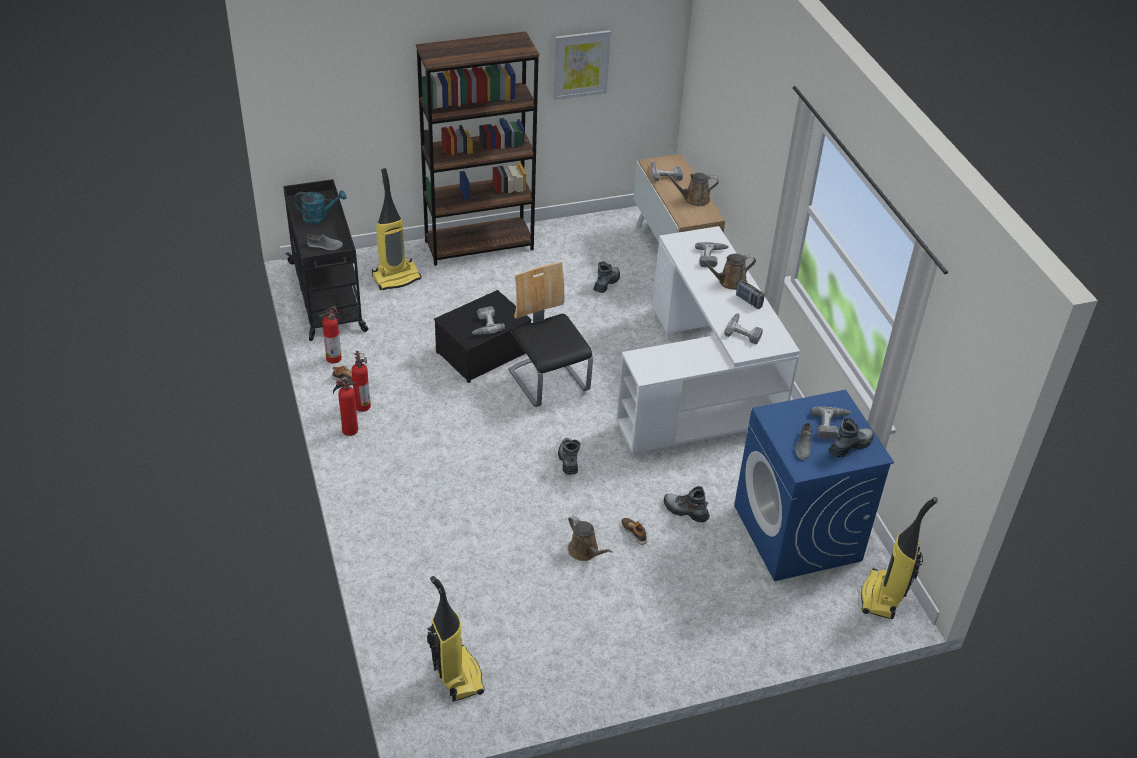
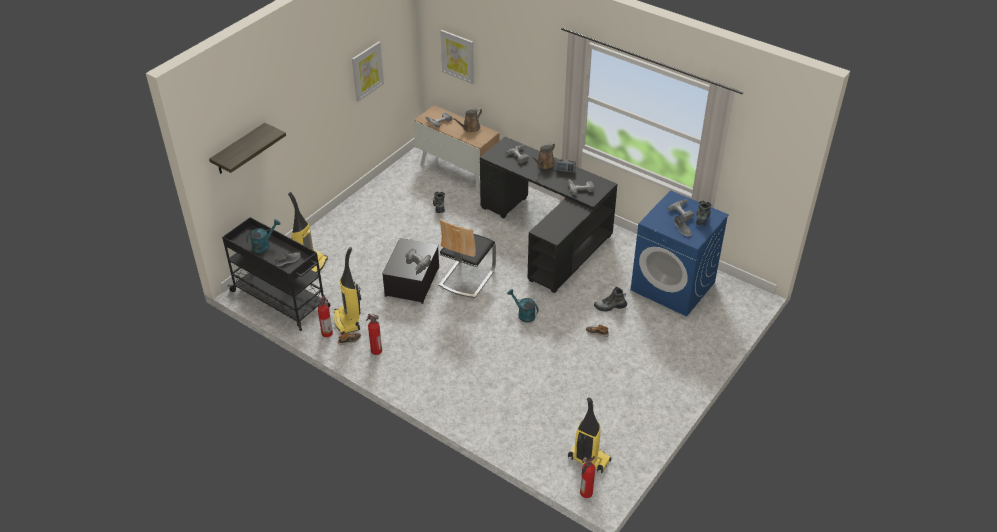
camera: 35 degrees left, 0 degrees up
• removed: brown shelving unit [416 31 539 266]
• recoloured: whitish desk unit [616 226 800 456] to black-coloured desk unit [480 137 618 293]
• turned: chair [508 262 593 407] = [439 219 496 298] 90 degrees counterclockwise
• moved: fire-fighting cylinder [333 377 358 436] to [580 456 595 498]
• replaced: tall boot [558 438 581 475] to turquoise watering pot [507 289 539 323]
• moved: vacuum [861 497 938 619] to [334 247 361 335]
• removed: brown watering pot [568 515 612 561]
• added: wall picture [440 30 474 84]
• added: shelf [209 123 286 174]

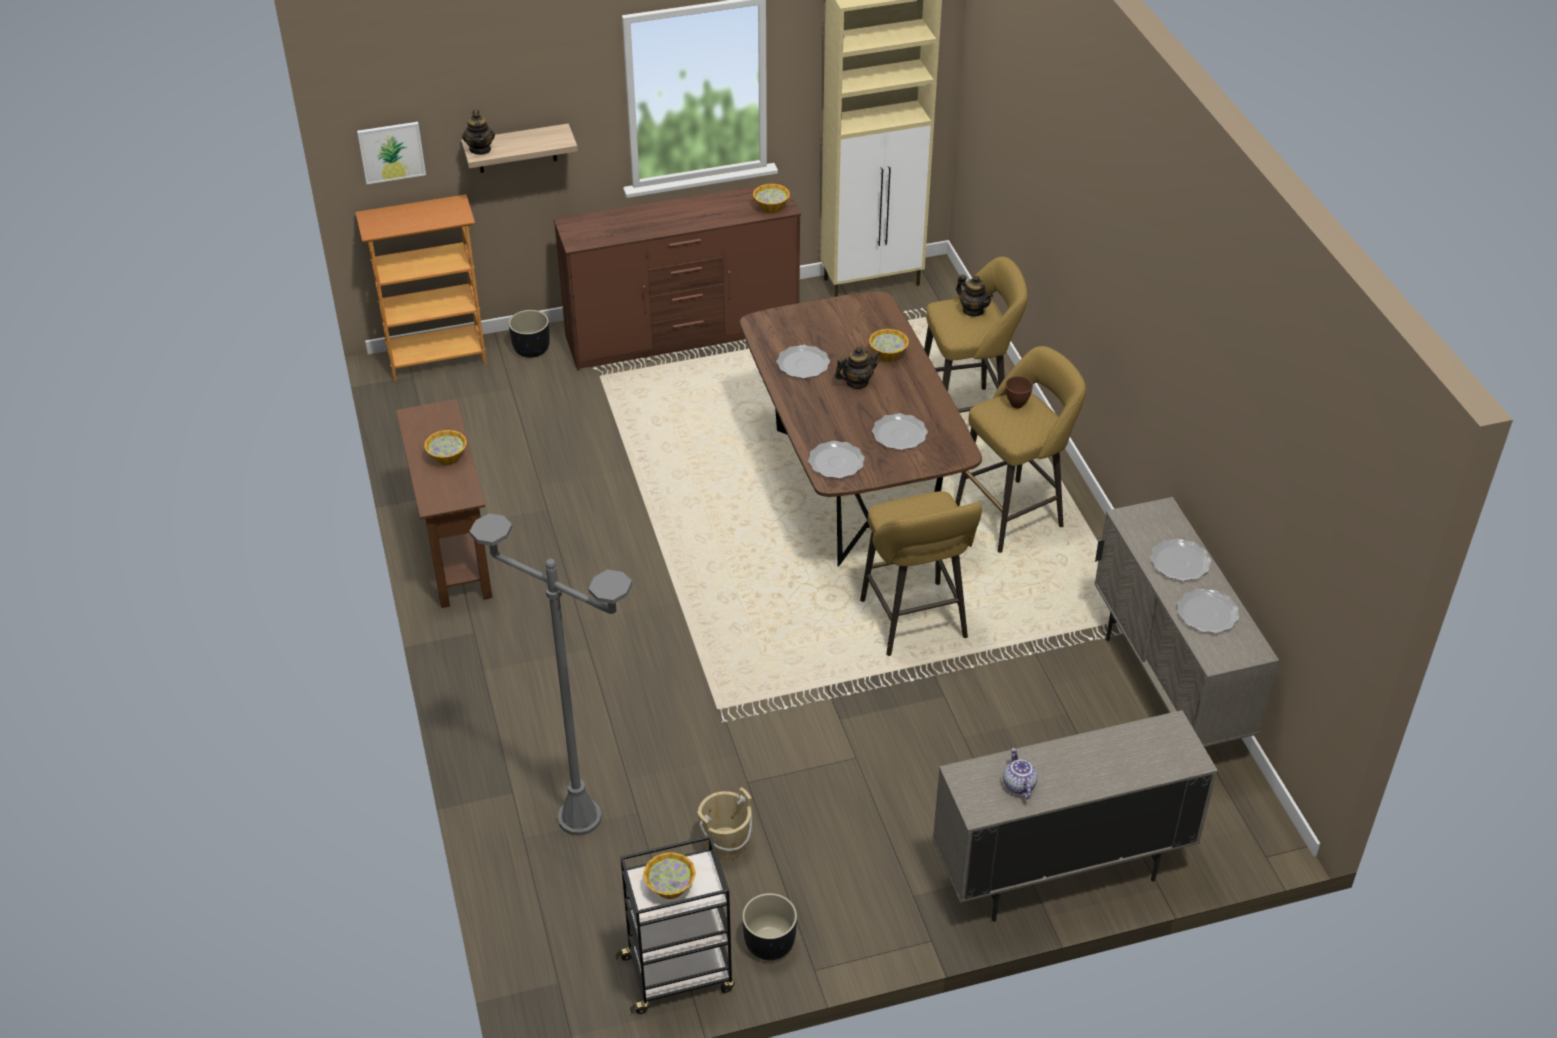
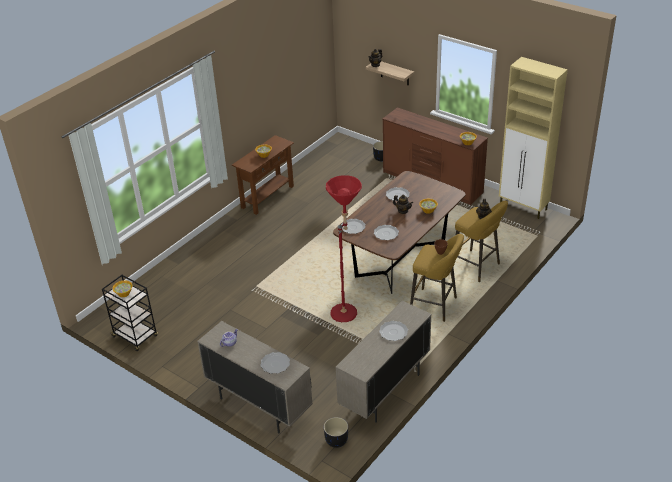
camera: 55 degrees right, 5 degrees down
• removed: wall picture [357 122 426 184]
• removed: shelving unit [356 195 487 381]
• replaced: yellow-coloured stool seat [860 491 982 656] to reddish standing lamp [326 175 362 322]
• removed: greyish standing lamp [469 513 632 836]
• moved: dinner plate [1177 589 1239 633] to [260 352 290 374]
• removed: sand-coloured bucket [697 787 752 860]
• moved: black-coloured flower pot [742 893 797 960] to [324 417 348 448]

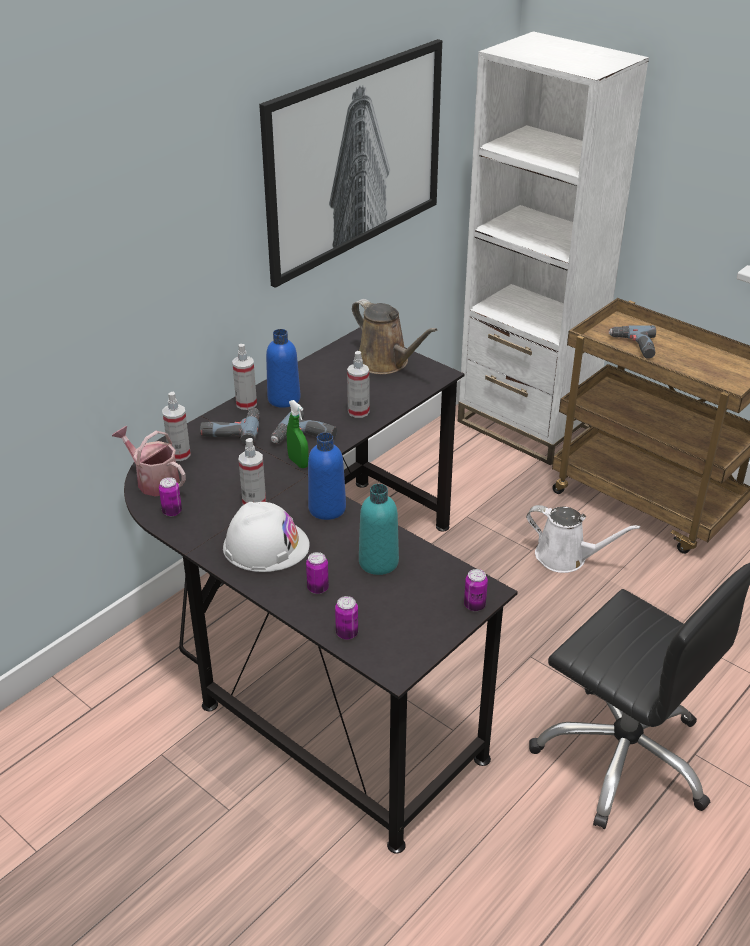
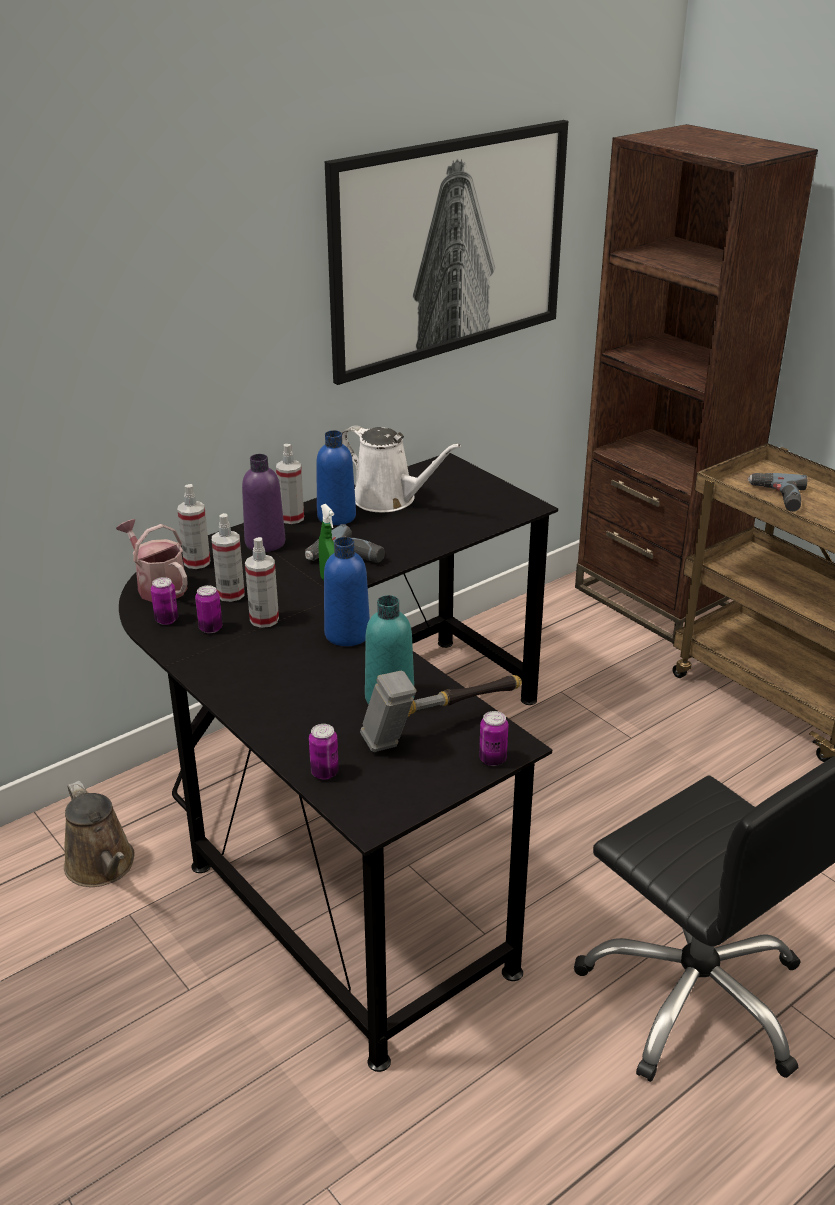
camera: 10 degrees right, 5 degrees down
• recoloured: whitish shelving unit [458 31 649 465] to brown shelving unit [575 124 818 644]
• moved: brown watering pot [352 299 438 374] to [64 781 135 887]
• moved: sprayer [347 351 369 418] to [212 513 245 602]
• replaced: electric drill [200 408 260 445] to purplish bottle [242 454 285 552]
• removed: whitish safety helmet [223 502 310 572]
• moved: whitish watering pot [526 505 640 573] to [342 425 461 513]
• moved: can [306 552 329 594] to [195 585 222 633]
• added: hand hammer [360 670 522 752]

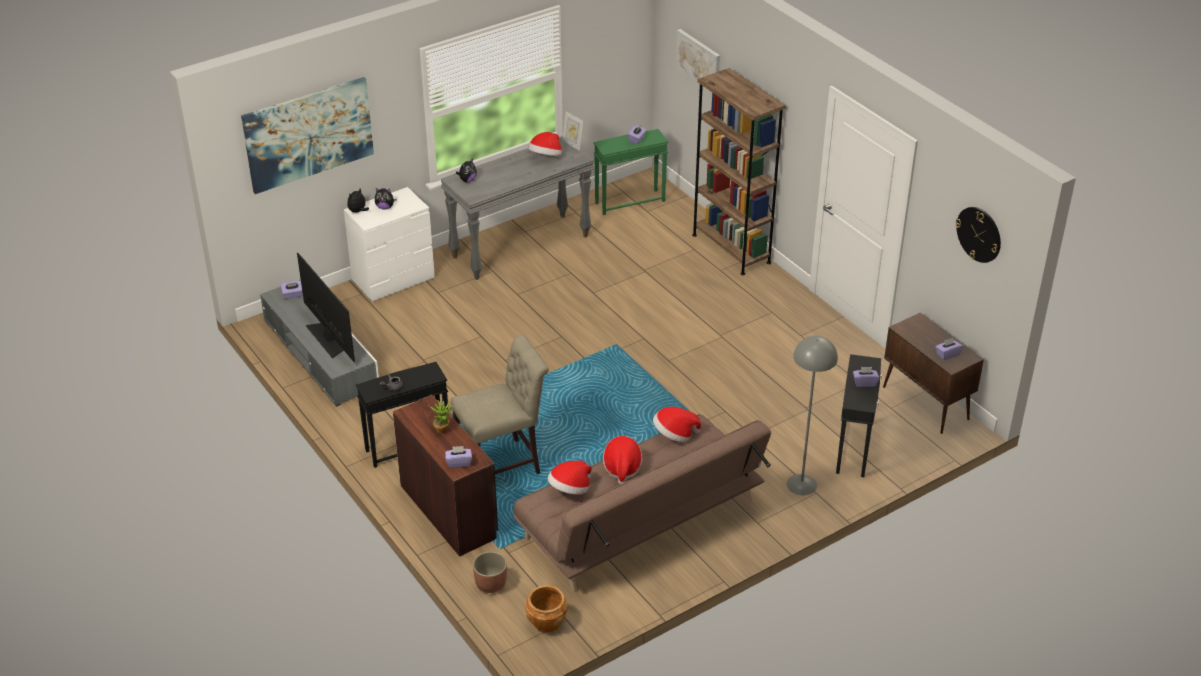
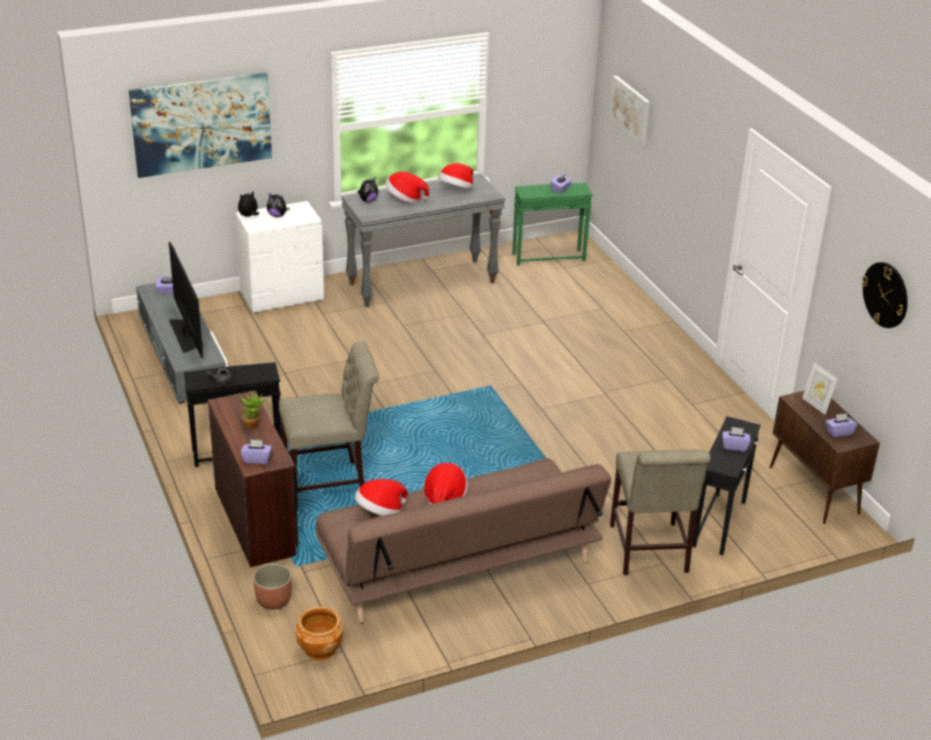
camera: 10 degrees right, 5 degrees down
• removed: brown shelving unit [692 68 786 275]
• moved: photo frame [562 111 583 151] to [802 363 837 415]
• replaced: greyish standing lamp [787 336 838 495] to sand-coloured chair [610 450 711 575]
• moved: clothing hat [653 407 701 442] to [385 172 429 204]

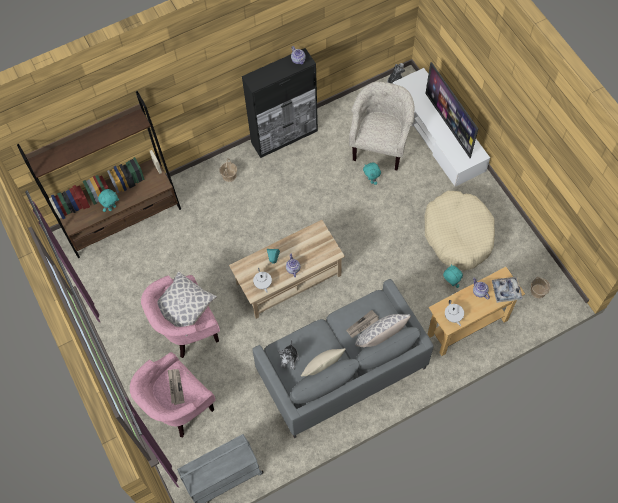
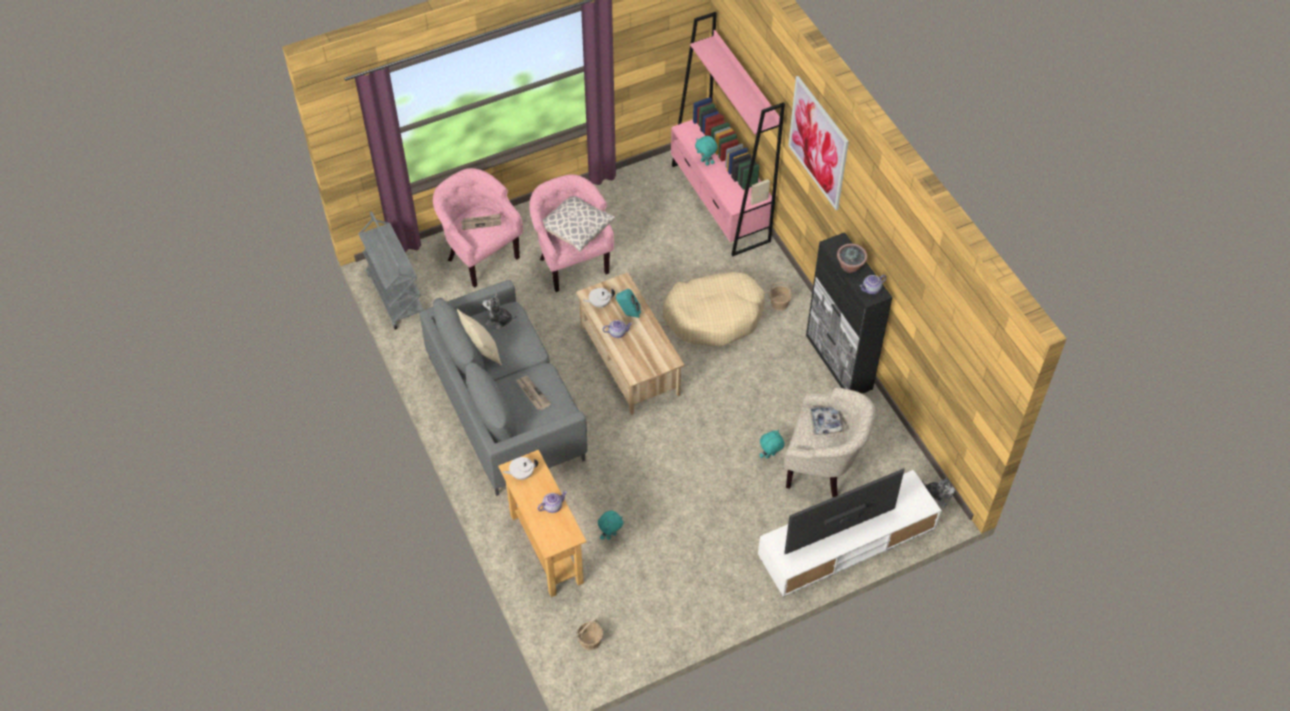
camera: 90 degrees right, 10 degrees down
• recoloured: brown shelving unit [17 91 181 258] to pinkish shelving unit [671 12 785 257]
• moved: sand-coloured dog cushion [424 191 495 271] to [663 272 765 347]
• moved: tray [492 277 523 303] to [809 406 844 435]
• removed: cushion [355 314 411 347]
• added: wall picture [788 76 849 210]
• added: plant in a pot [837 243 867 273]

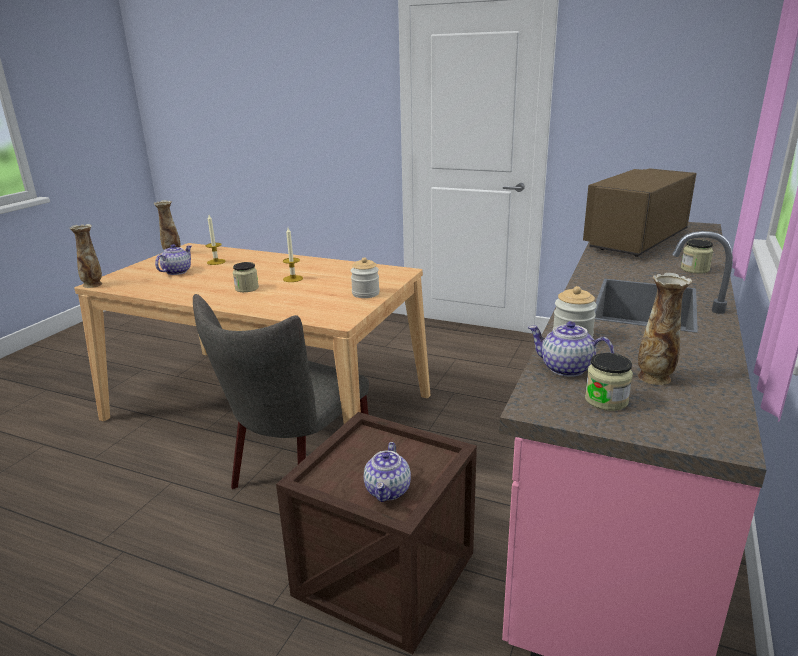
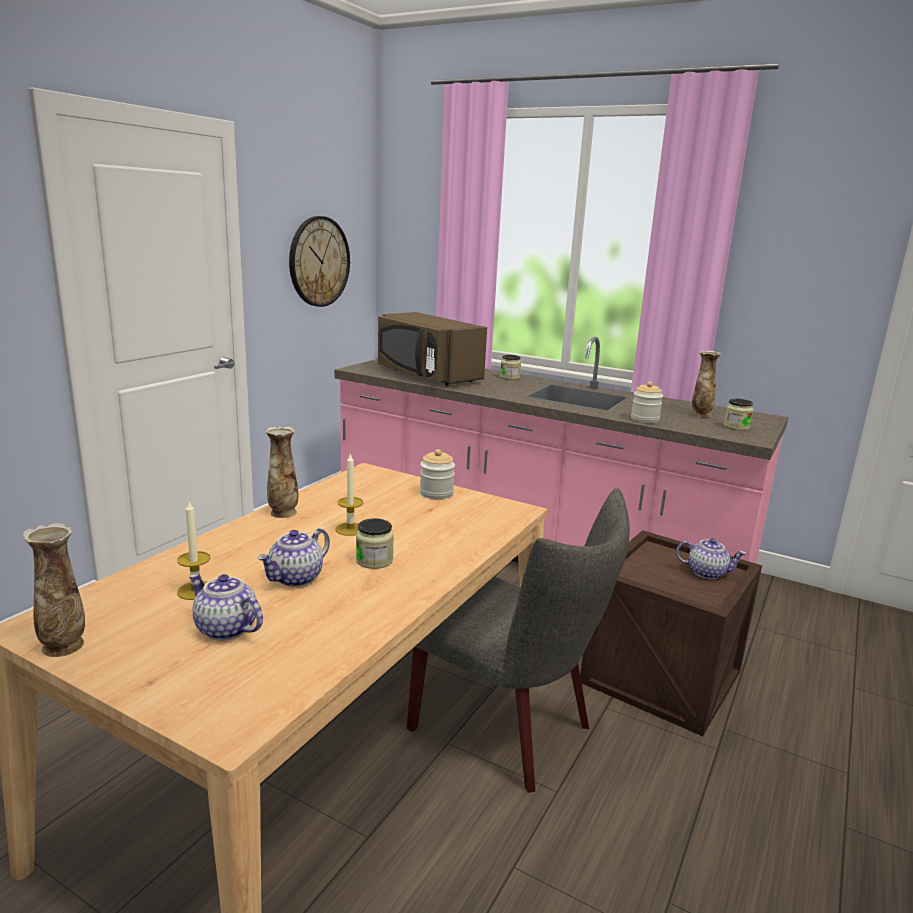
camera: 85 degrees left, 5 degrees down
• moved: flower vase [70 224 102 288] to [265 427 298 518]
• moved: pot for tea [528 321 614 377] to [257 528 330 587]
• added: hanging clock [289 216 350 307]

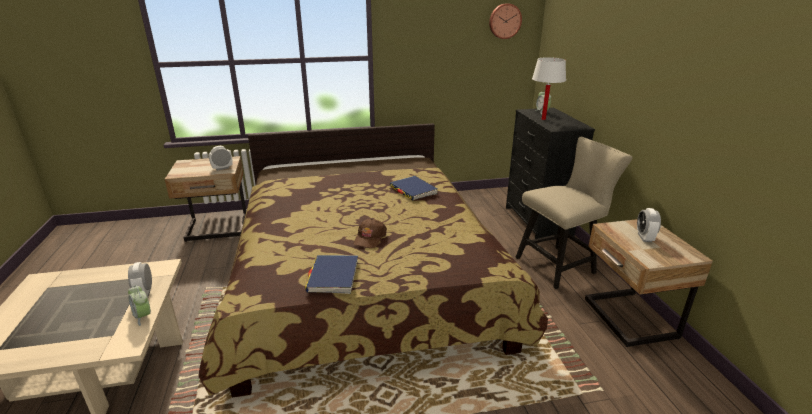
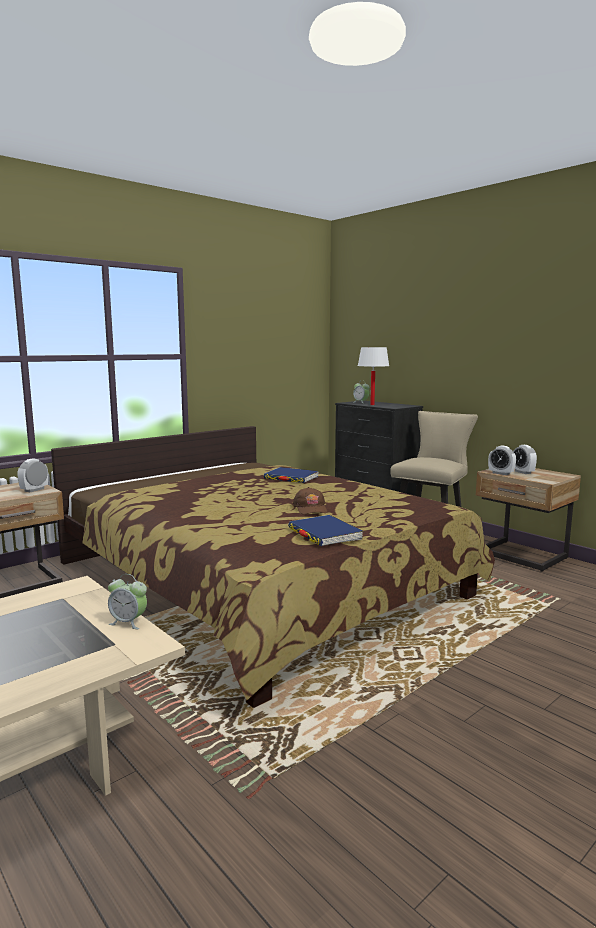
camera: 30 degrees left, 15 degrees down
• removed: hanging clock [489 3 522 39]
• moved: bedside clock [128 262 152 298] to [488 445 516 475]

